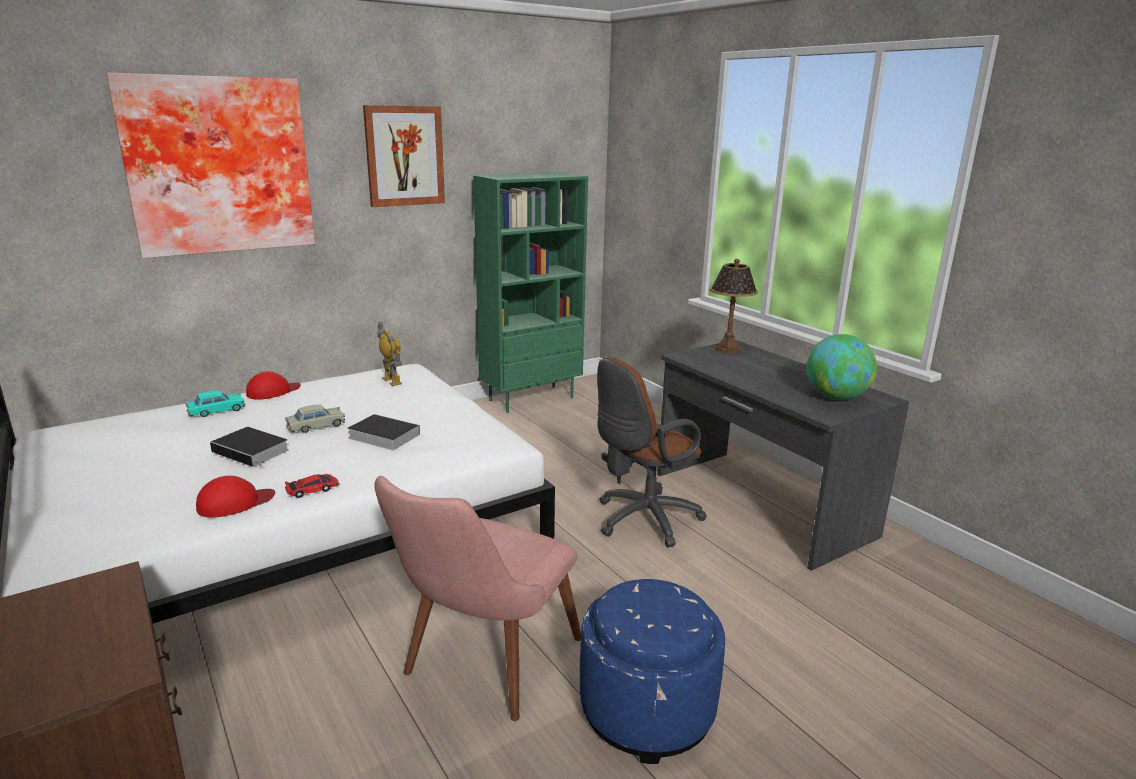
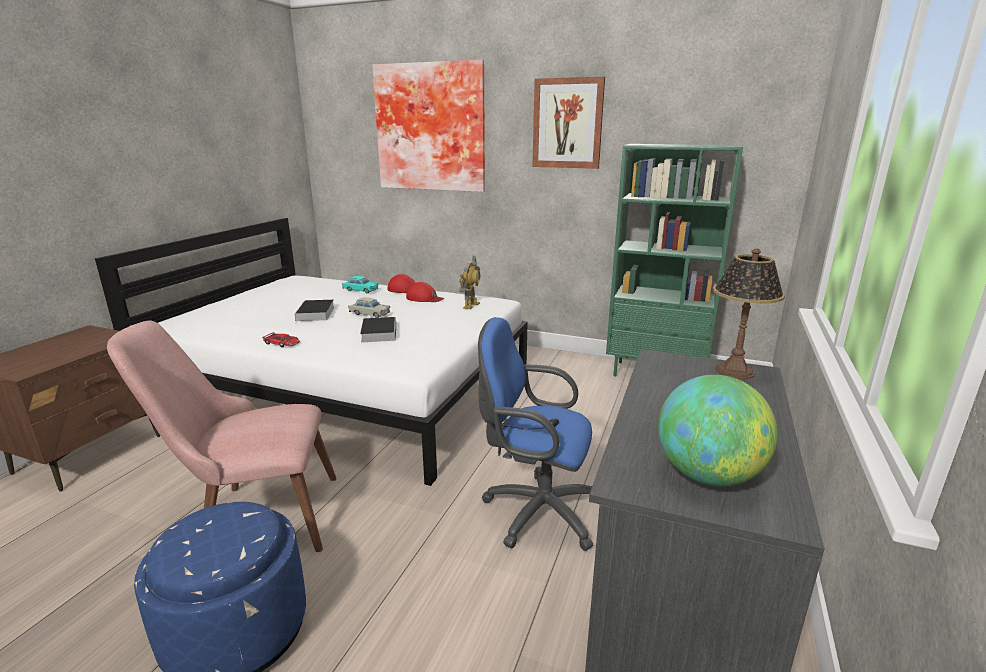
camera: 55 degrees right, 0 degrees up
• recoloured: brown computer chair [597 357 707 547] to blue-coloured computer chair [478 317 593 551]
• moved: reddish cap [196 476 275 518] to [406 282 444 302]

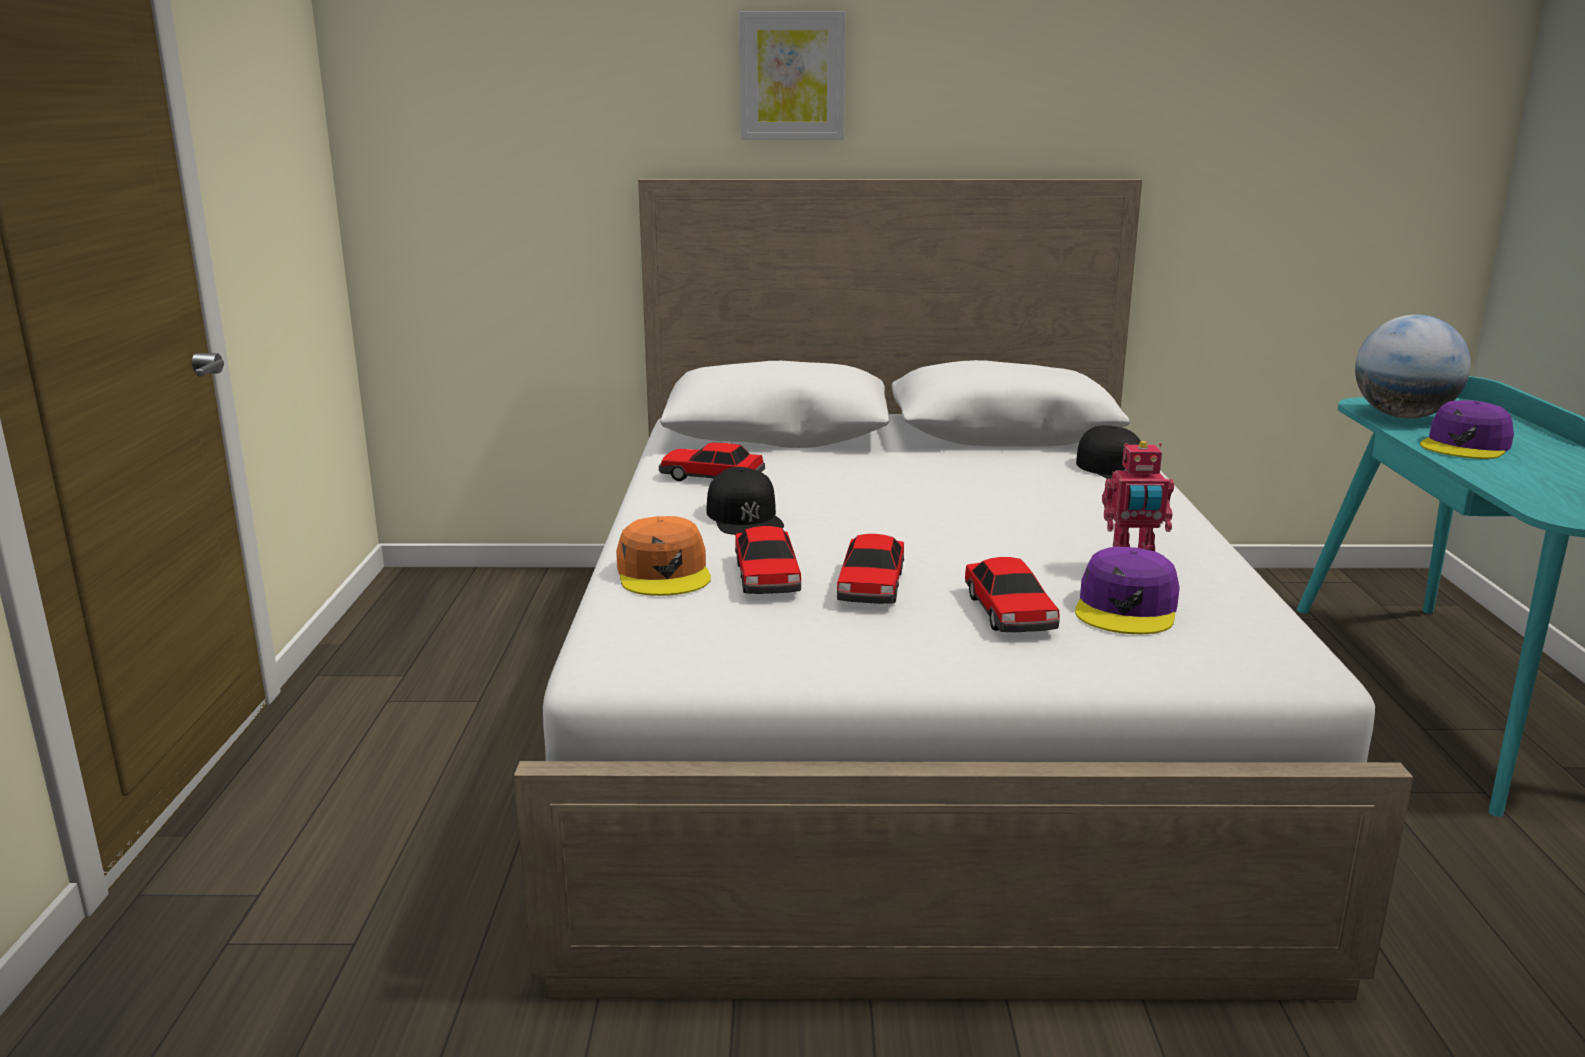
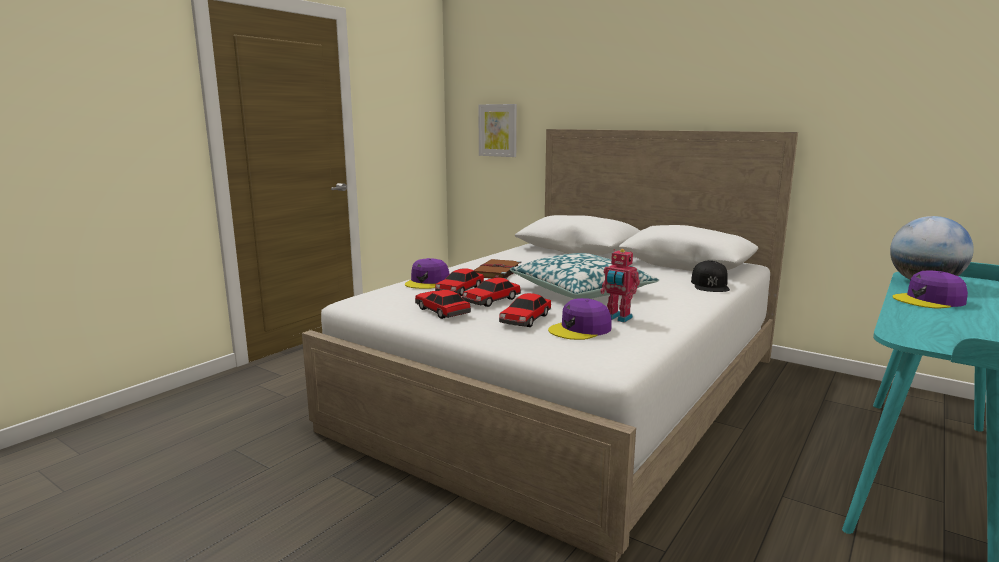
camera: 35 degrees right, 5 degrees down
• moved: wall picture [739 11 846 140] to [478 104 517 157]
• moved: miniature car [659 442 765 481] to [415 290 471 319]
• replaced: black-coloured cap [706 467 784 535] to brown book [474 259 521 279]
• recoloured: orangey cap [616 516 711 596] to purplish cap [405 258 449 289]
• added: cushion [510 253 659 299]

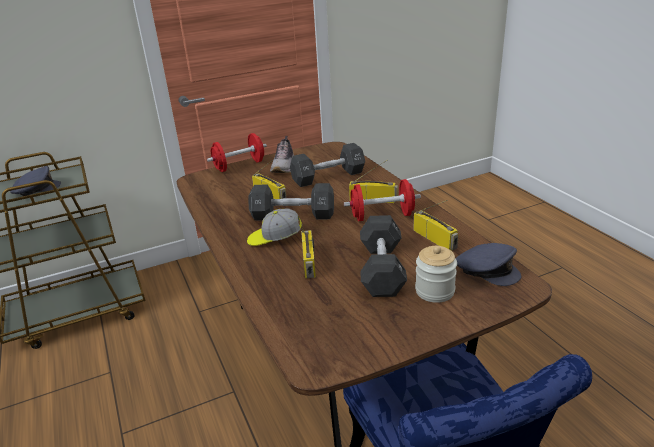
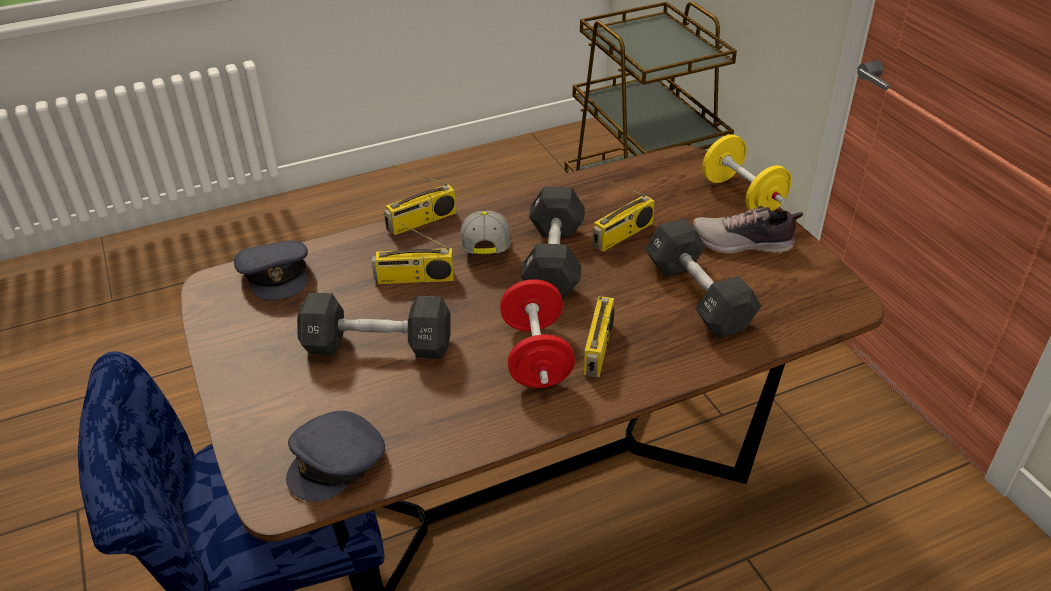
camera: 90 degrees right, 10 degrees up
• recoloured: reddish dumbbell [207 133 267 172] to yellow-coloured dumbbell [702 135 792 211]
• moved: greyish cap [10 166 61 196] to [234 241 308 300]
• moved: radio set [413 200 458 250] to [384 165 457 235]
• removed: jar [415 246 457 303]

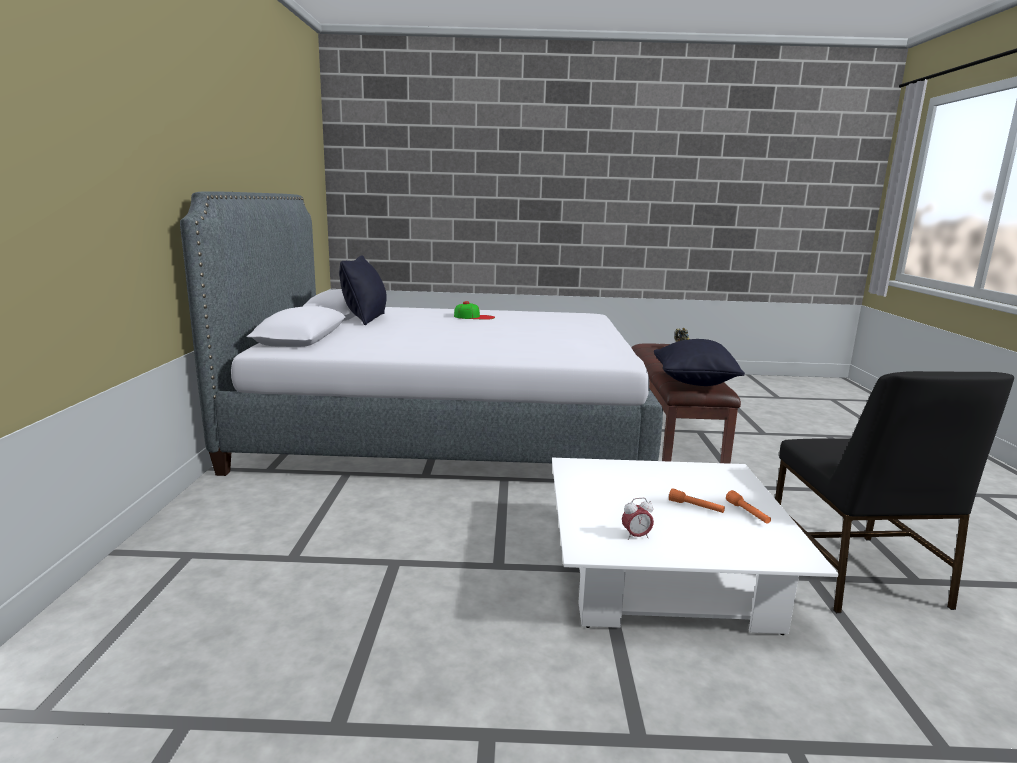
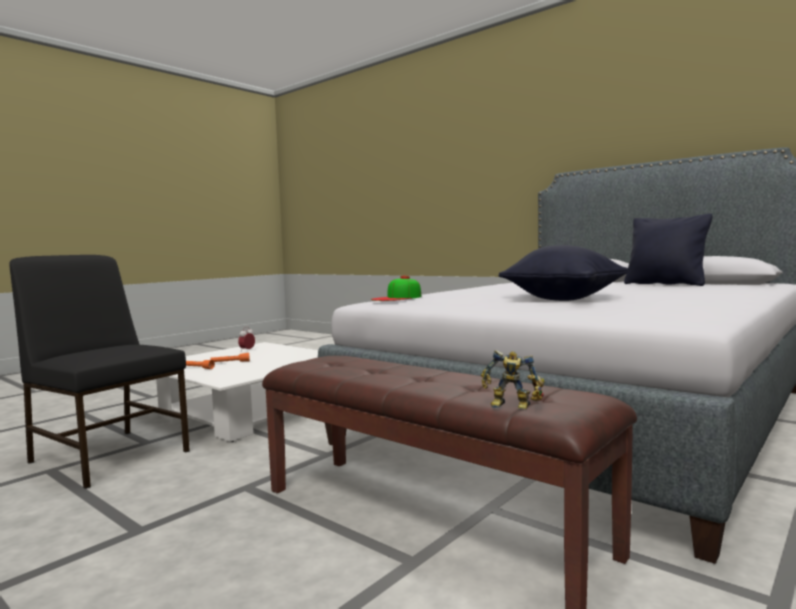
camera: 130 degrees right, 10 degrees down
• moved: cap [454 301 495 320] to [371 276 421 301]
• moved: black-coloured cushion [654 339 745 386] to [498 245 629 301]

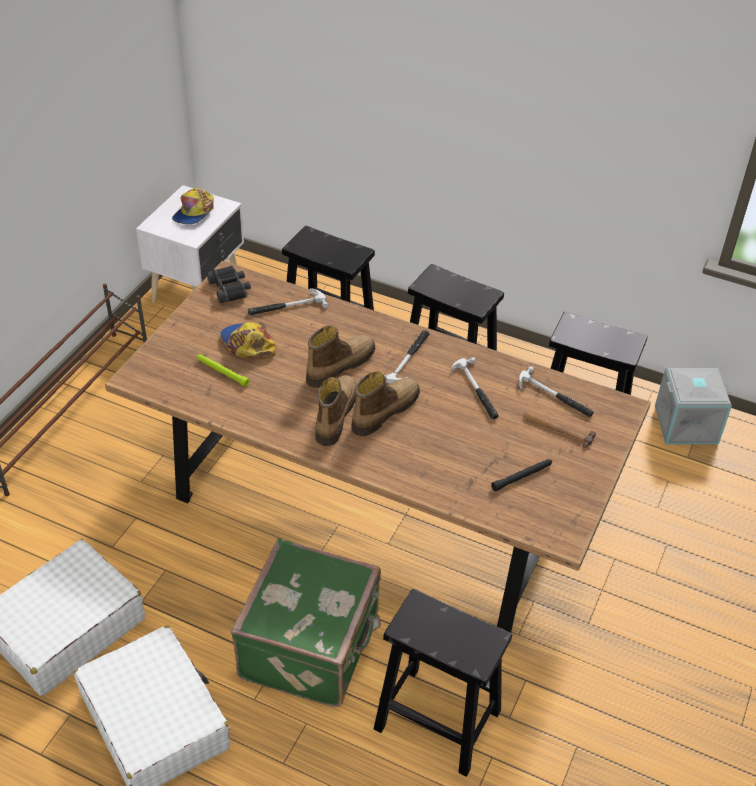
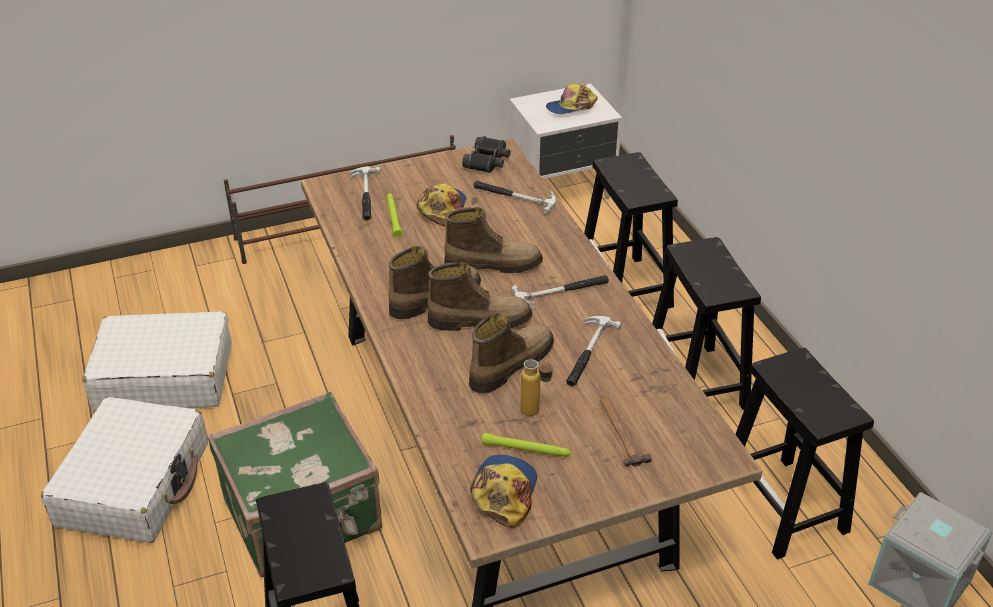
camera: 45 degrees right, 5 degrees down
• moved: hand hammer [519 366 594 417] to [350 166 380 220]
• recoloured: black-coloured torch [491 459 552 491] to green-coloured torch [482 433 571 457]
• added: tall boot [469 313 554 393]
• added: bottle [520 359 553 416]
• added: cap [470 455 537 528]

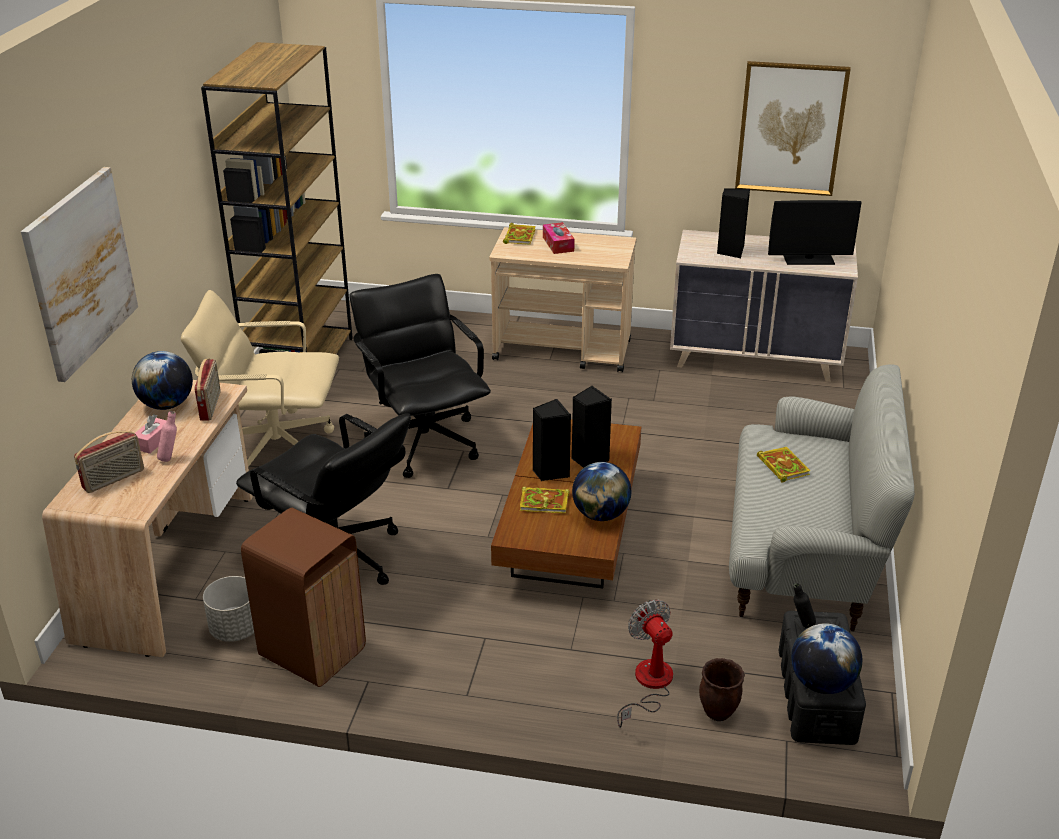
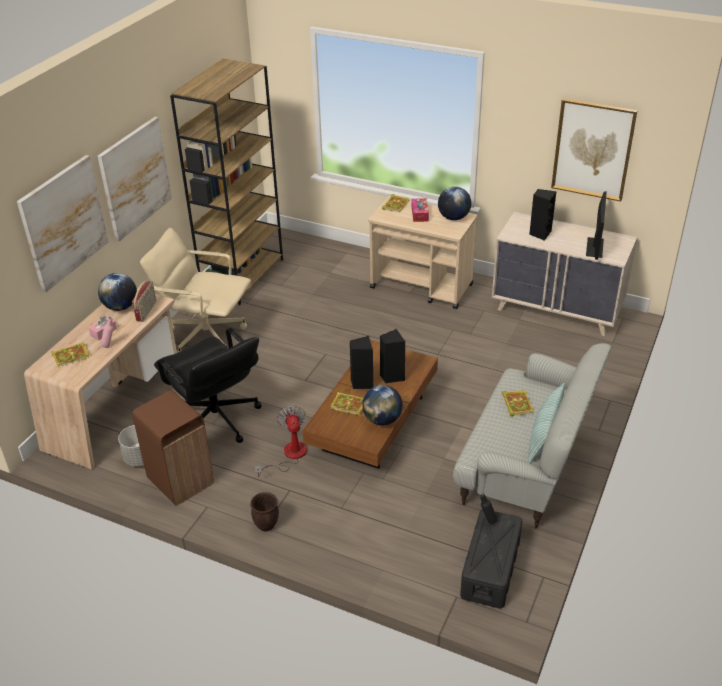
camera: 15 degrees right, 5 degrees up
• turned: computer screen [768 200 862 265] = [586 191 607 260] 90 degrees counterclockwise
• removed: black-coloured computer chair [350 274 491 478]
• replaced: radio set [74 431 144 493] to book [51 342 89 367]
• moved: fan [617 600 673 728] to [254 405 307 477]
• moved: globe [791 623 862 694] to [438 186 471 220]
• moved: brown flower pot [699 658 745 721] to [250 492 279 532]
• added: wall picture [98 117 172 242]
• added: cushion [528 383 565 464]

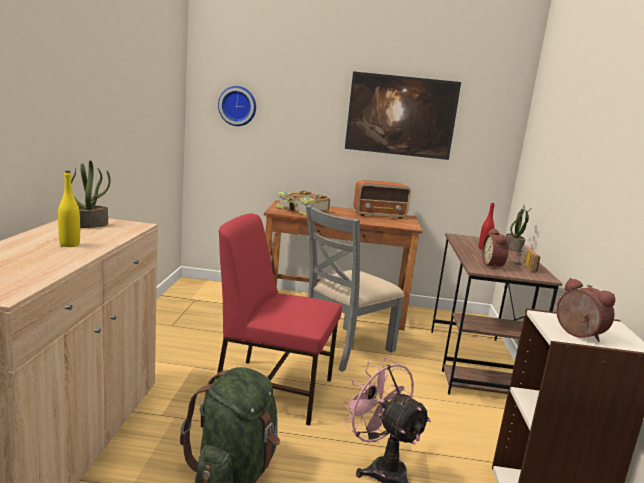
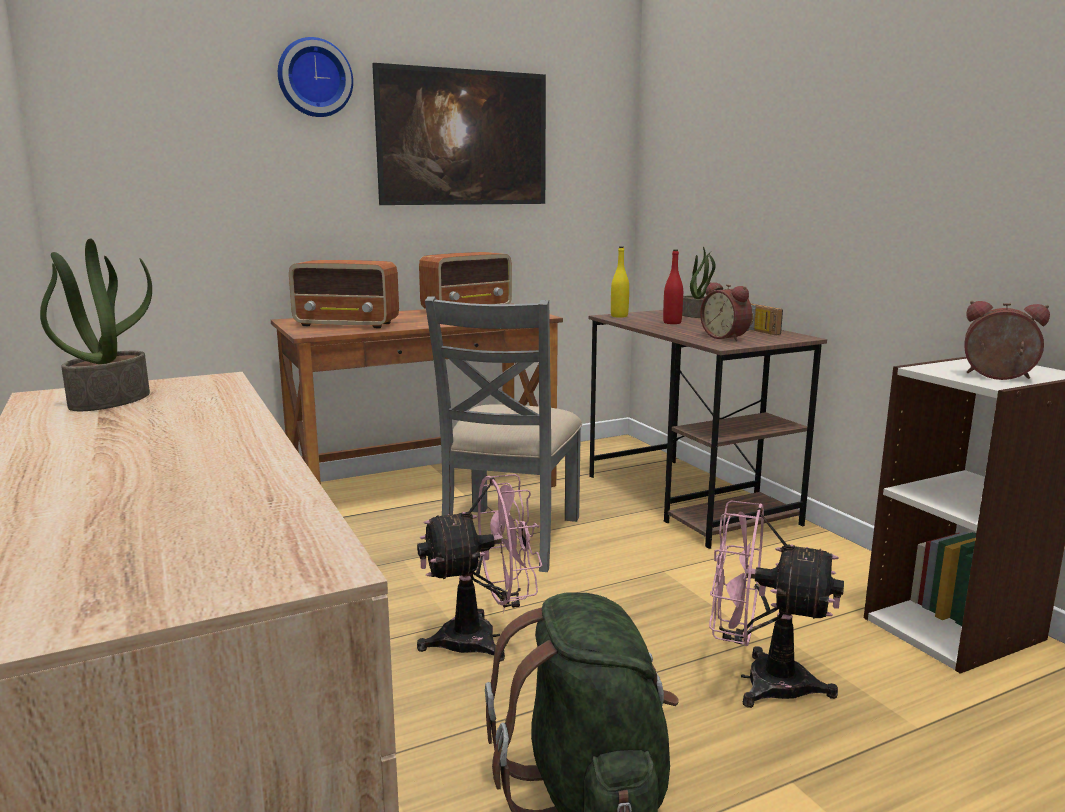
camera: 30 degrees left, 0 degrees up
• moved: hanging clock [218 86 256 126] to [278 37 353 117]
• moved: yellow-coloured bottle [58 171 80 247] to [611 246 629 318]
• replaced: book [276 191 330 216] to radio set [289 260 399 328]
• replaced: reddish chair [216 213 342 425] to pinkish fan [417 474 543 662]

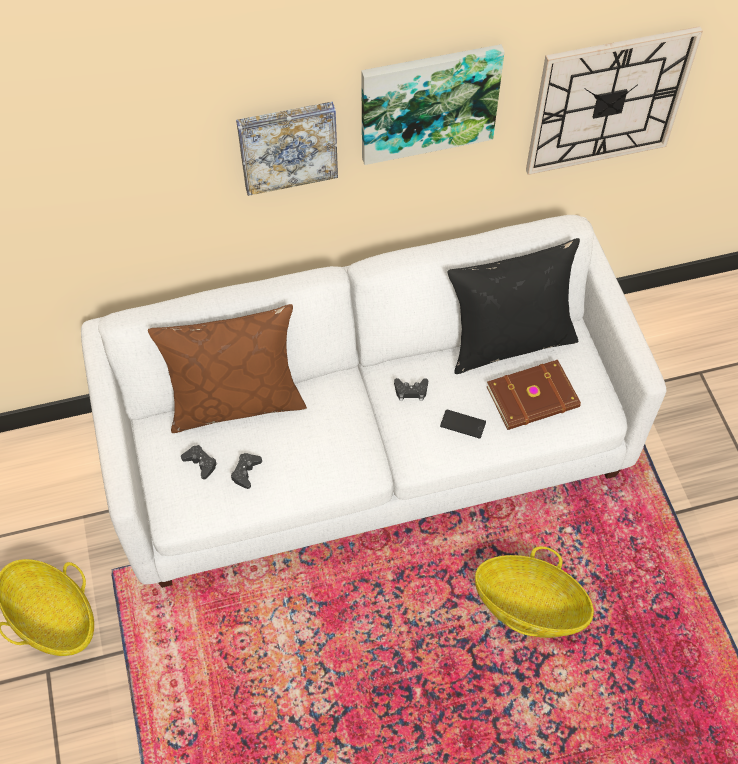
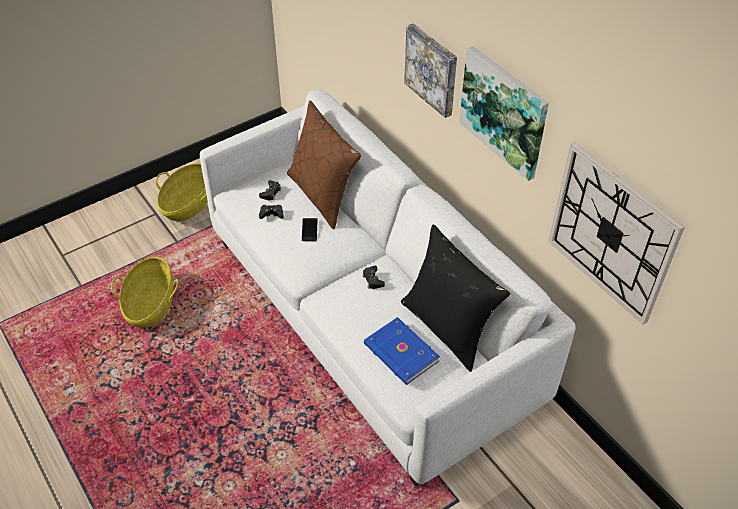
camera: 70 degrees right, 10 degrees down
• recoloured: brown book [487 360 581 430] to blue-coloured book [364 317 440 385]
• moved: handset [440 409 486 439] to [302 218 318 241]
• moved: storage basket [475 546 594 638] to [111 257 178 328]

